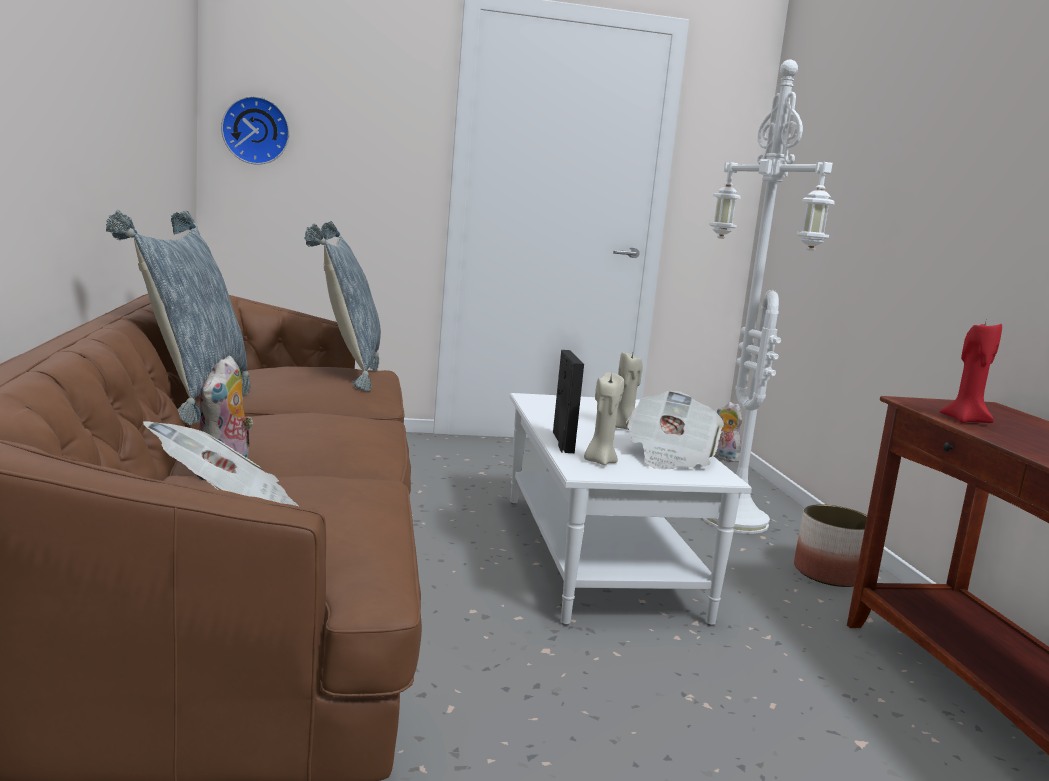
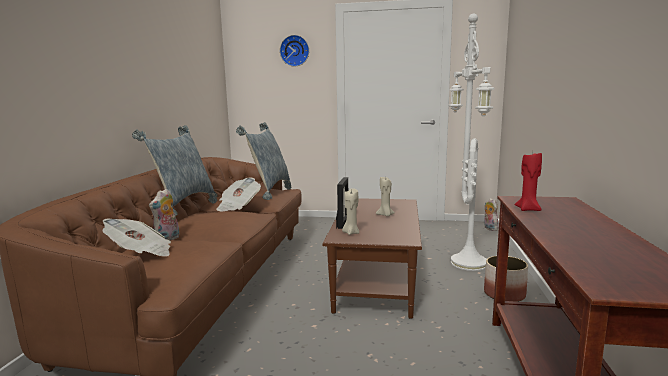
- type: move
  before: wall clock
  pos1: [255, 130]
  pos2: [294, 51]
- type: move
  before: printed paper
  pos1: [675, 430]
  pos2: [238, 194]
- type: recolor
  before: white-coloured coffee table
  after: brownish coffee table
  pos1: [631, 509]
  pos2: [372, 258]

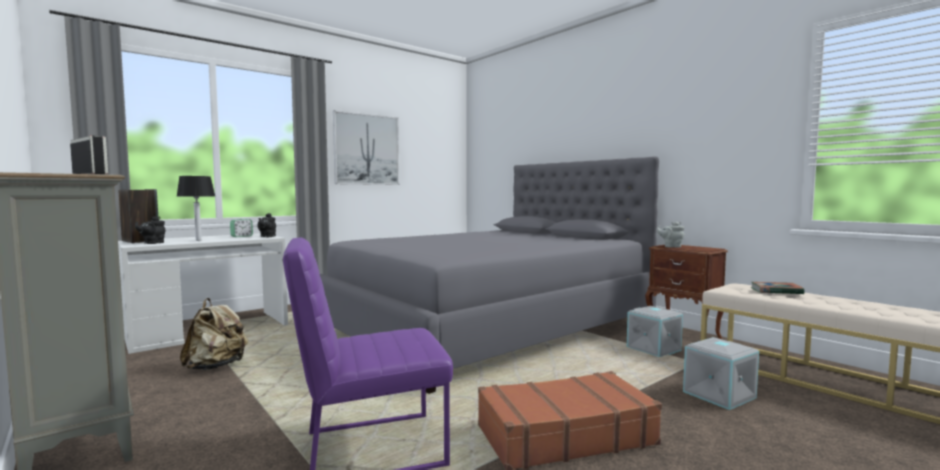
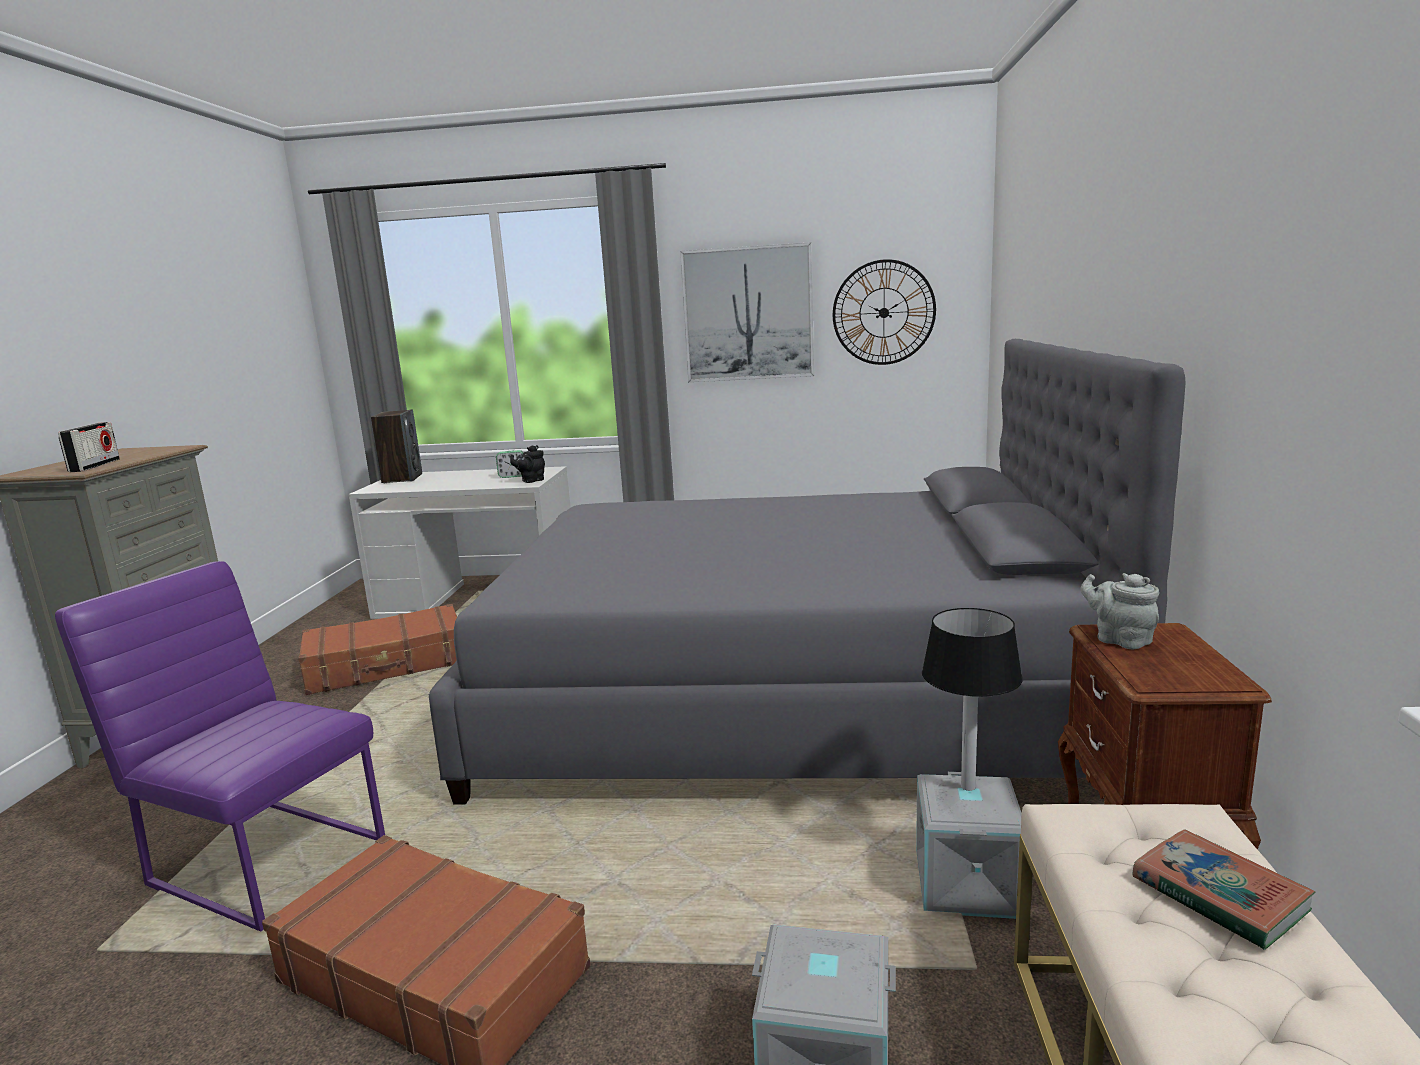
- type: delete
  before: black teapot
  pos1: [150, 230]
- type: insert
  after: wall clock
  pos2: [884, 312]
- type: move
  before: table lamp
  pos1: [196, 208]
  pos2: [972, 699]
- type: replace
  before: beige knapsack
  after: brownish travel case
  pos1: [214, 334]
  pos2: [377, 649]

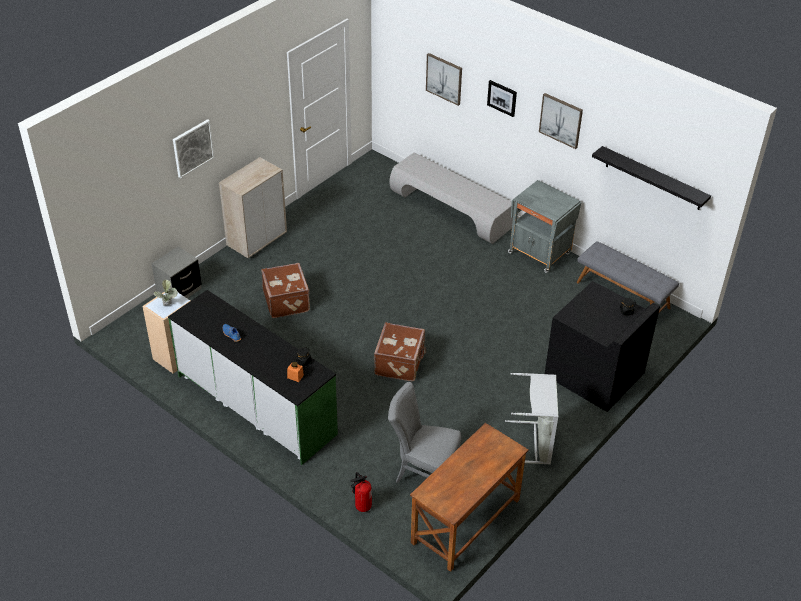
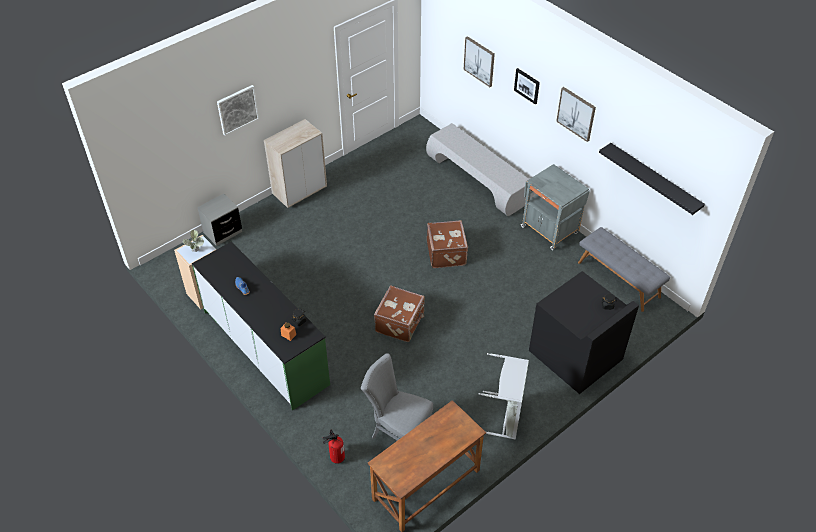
- type: move
  before: brownish travel case
  pos1: [285, 290]
  pos2: [448, 244]

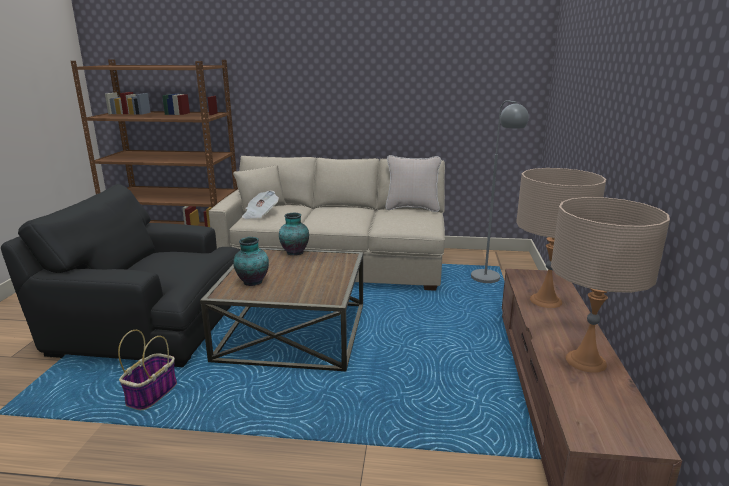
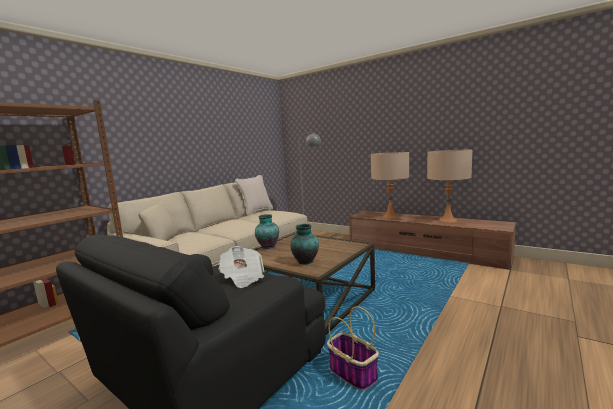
- type: move
  before: printed paper
  pos1: [260, 204]
  pos2: [241, 267]

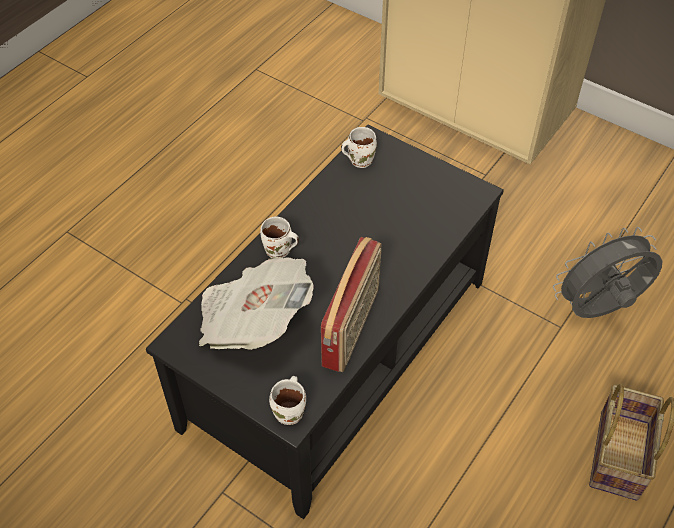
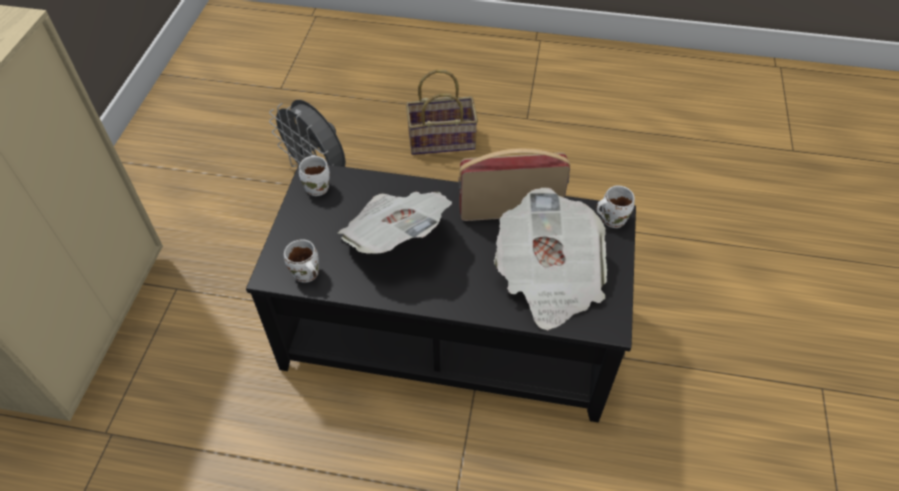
- type: insert
  after: printed paper
  pos2: [395, 223]
- type: move
  before: white-coloured coffee mug
  pos1: [279, 237]
  pos2: [314, 175]

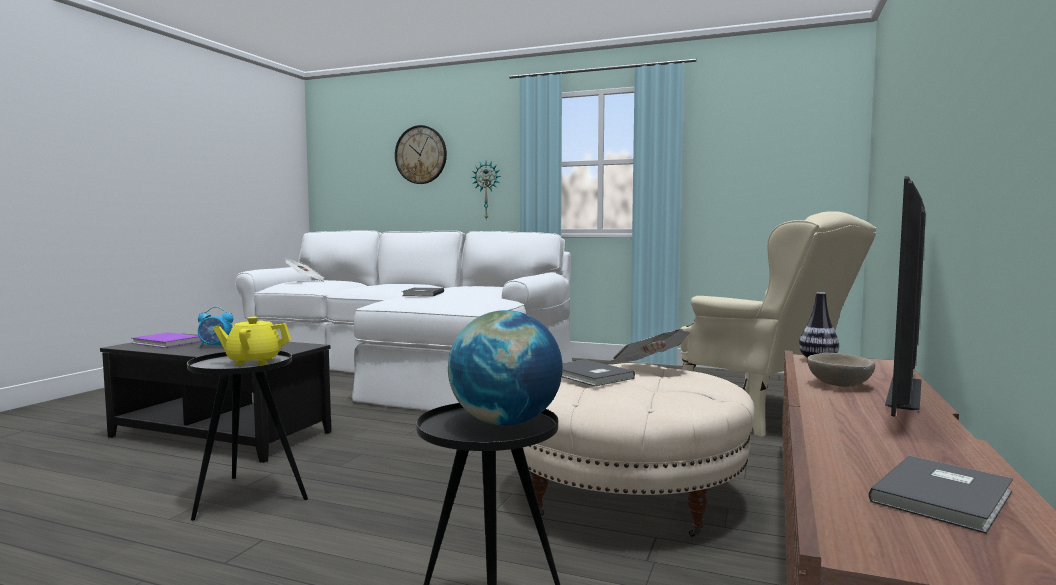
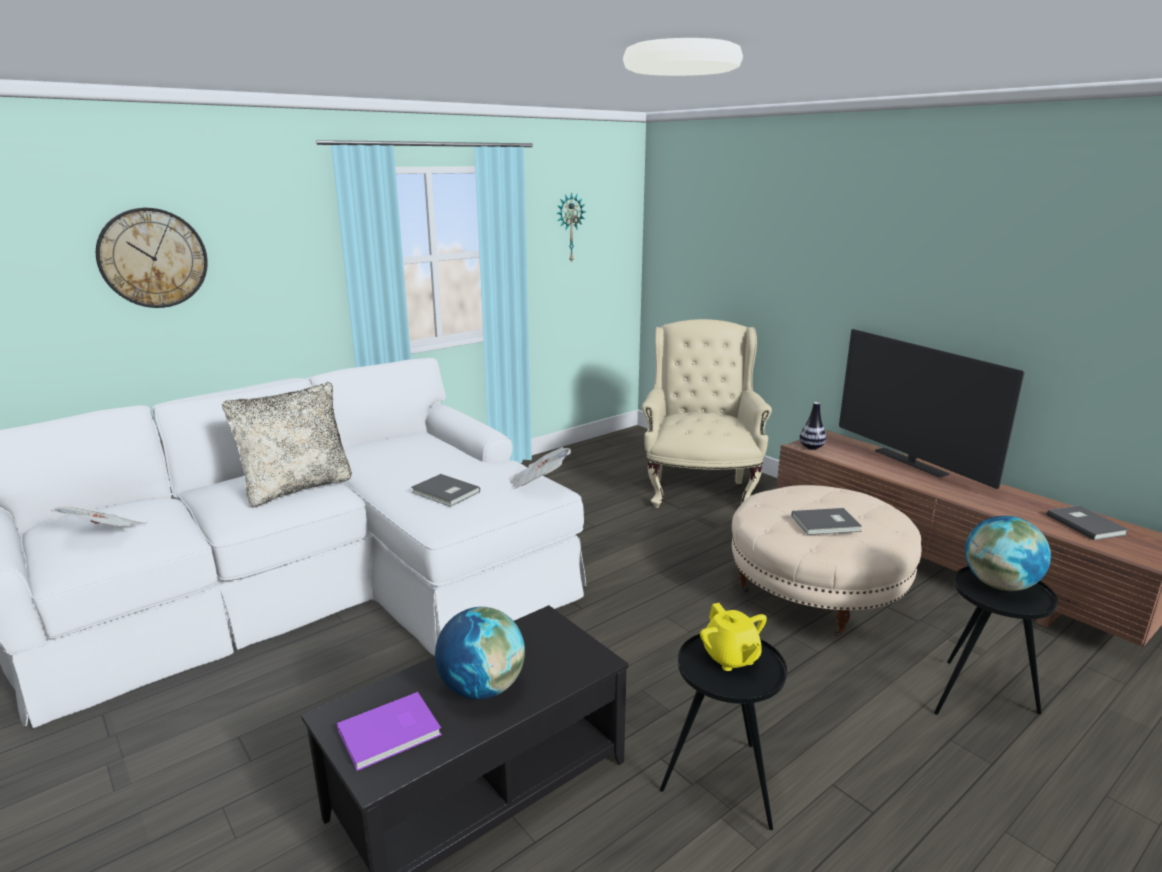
- type: delete
  before: beige deep dish
  pos1: [841, 370]
- type: insert
  after: beige throw pillow
  pos2: [287, 444]
- type: move
  before: wall clock
  pos1: [486, 190]
  pos2: [571, 227]
- type: move
  before: printed paper
  pos1: [650, 345]
  pos2: [540, 468]
- type: replace
  before: bedside clock
  after: world globe
  pos1: [215, 327]
  pos2: [480, 653]
- type: rotate
  before: yellow teapot
  pos1: [252, 341]
  pos2: [733, 637]
  turn: -45
- type: rotate
  before: beige easy chair
  pos1: [778, 324]
  pos2: [707, 413]
  turn: -75

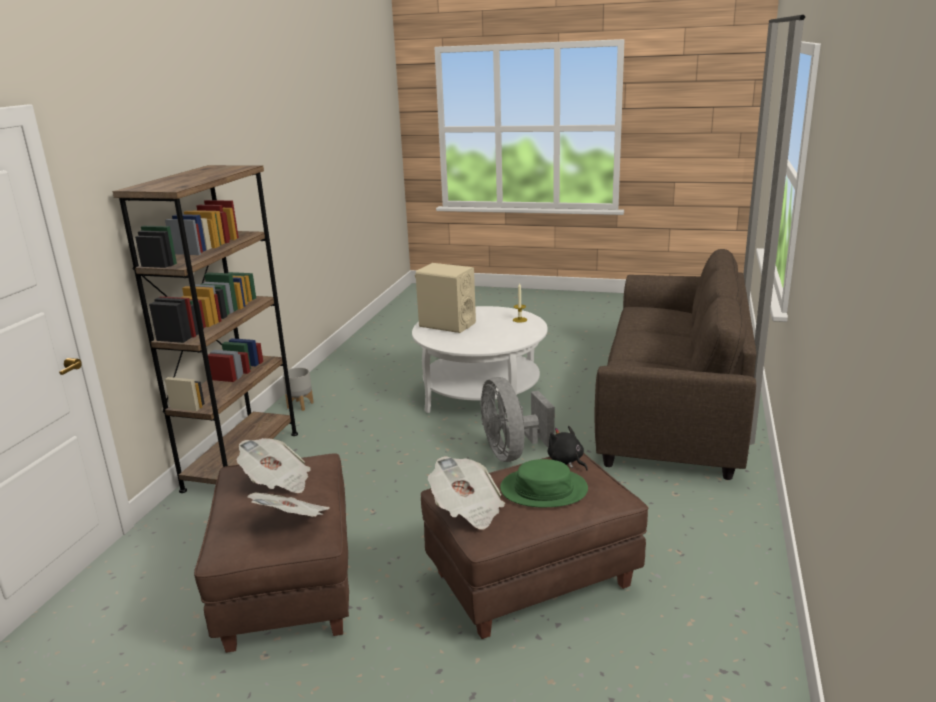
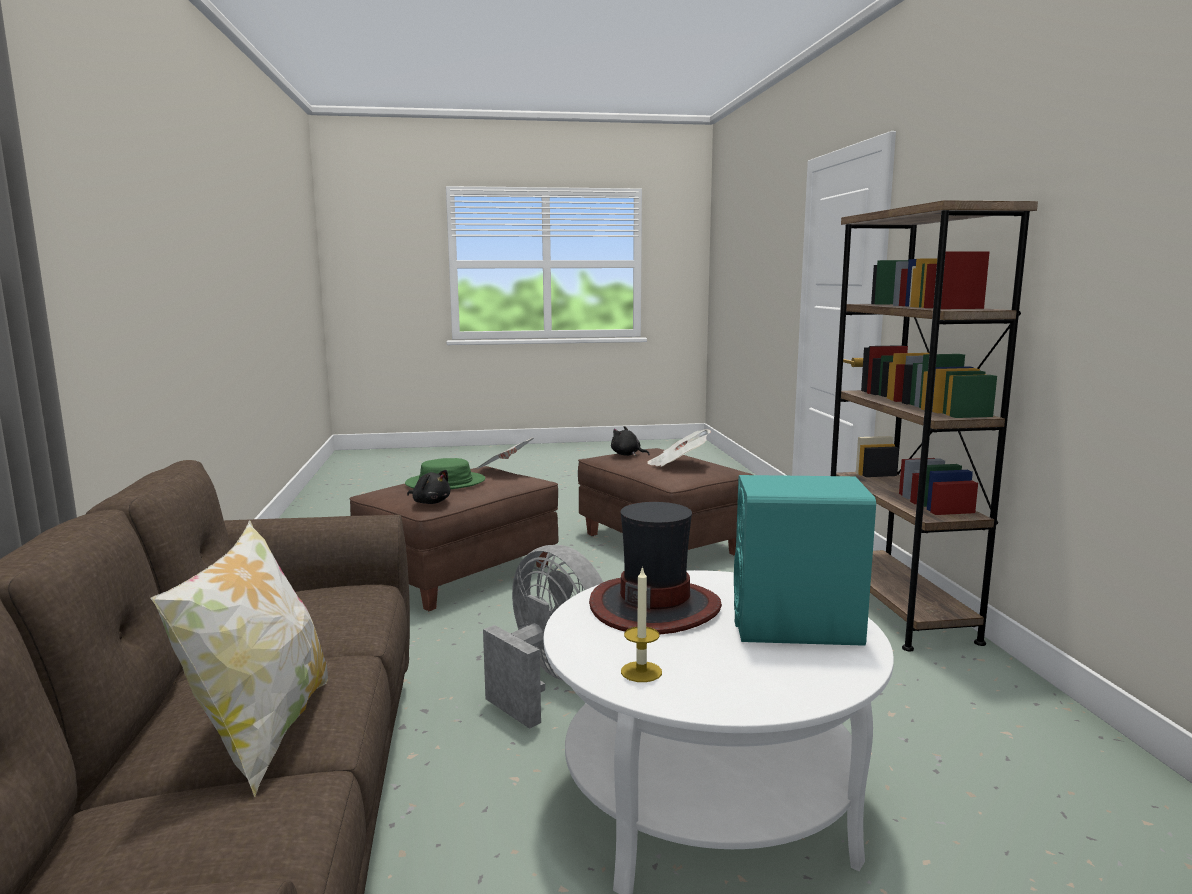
- type: delete
  before: grey flower pot
  pos1: [298, 389]
- type: insert
  after: throw pillow
  pos2: [239, 658]
- type: insert
  after: clothing hat
  pos2: [655, 568]
- type: replace
  before: printed paper
  after: black cuddly toy
  pos1: [288, 505]
  pos2: [630, 441]
- type: recolor
  before: beige loudspeaker
  after: blue-green loudspeaker
  pos1: [445, 298]
  pos2: [805, 560]

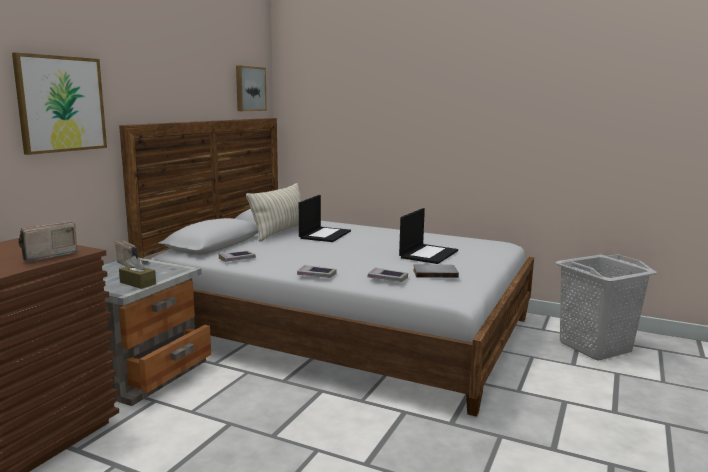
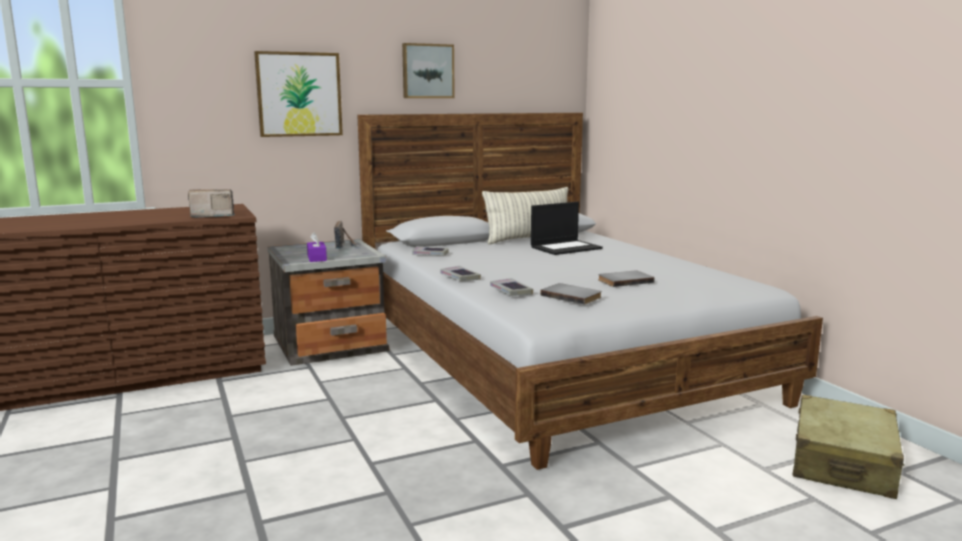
- type: move
  before: picture
  pos1: [251, 88]
  pos2: [428, 70]
- type: replace
  before: laptop
  after: grey bound book
  pos1: [428, 236]
  pos2: [626, 279]
- type: replace
  before: grey laundry basket
  after: beige travel case
  pos1: [606, 307]
  pos2: [848, 447]
- type: recolor
  before: brownish tissue holder
  after: purplish tissue holder
  pos1: [137, 272]
  pos2: [317, 247]

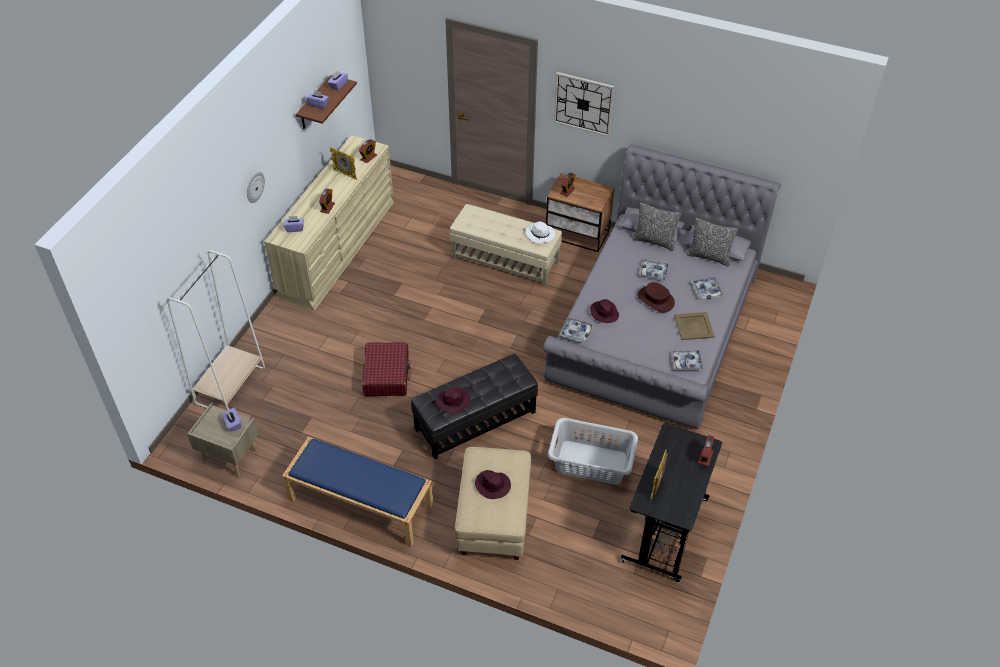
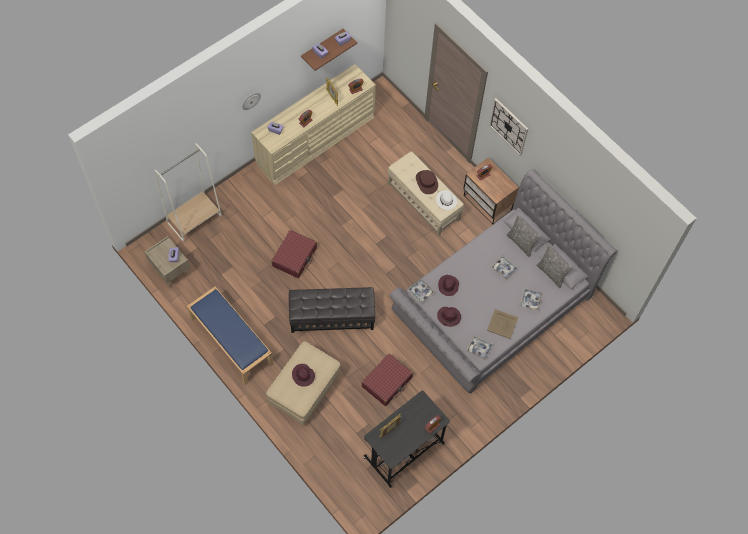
- type: move
  before: purplish clothing hat
  pos1: [453, 400]
  pos2: [449, 317]
- type: move
  before: brownish clothing hat
  pos1: [656, 297]
  pos2: [427, 182]
- type: replace
  before: grey laundry basket
  after: red travel case
  pos1: [593, 451]
  pos2: [387, 380]

